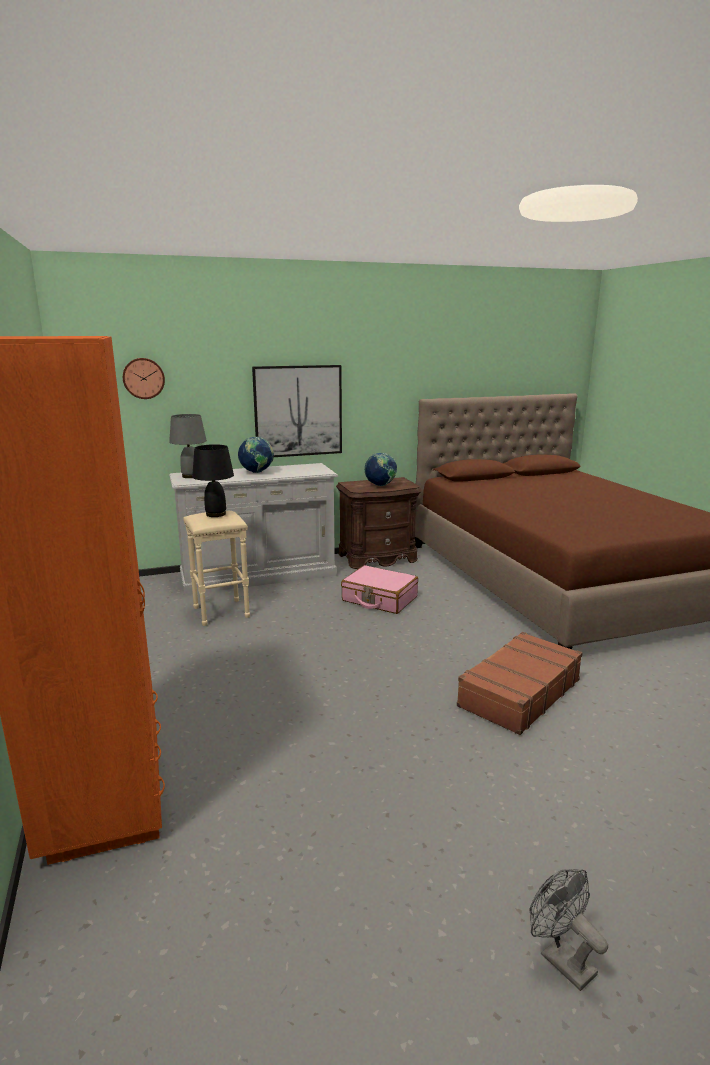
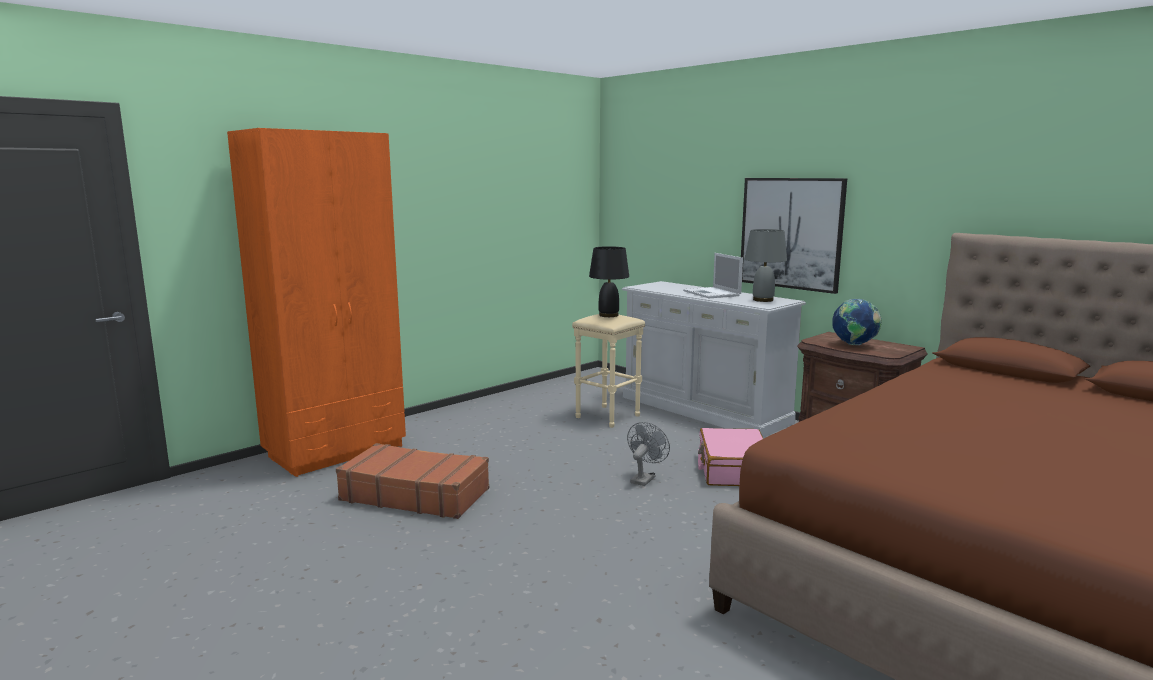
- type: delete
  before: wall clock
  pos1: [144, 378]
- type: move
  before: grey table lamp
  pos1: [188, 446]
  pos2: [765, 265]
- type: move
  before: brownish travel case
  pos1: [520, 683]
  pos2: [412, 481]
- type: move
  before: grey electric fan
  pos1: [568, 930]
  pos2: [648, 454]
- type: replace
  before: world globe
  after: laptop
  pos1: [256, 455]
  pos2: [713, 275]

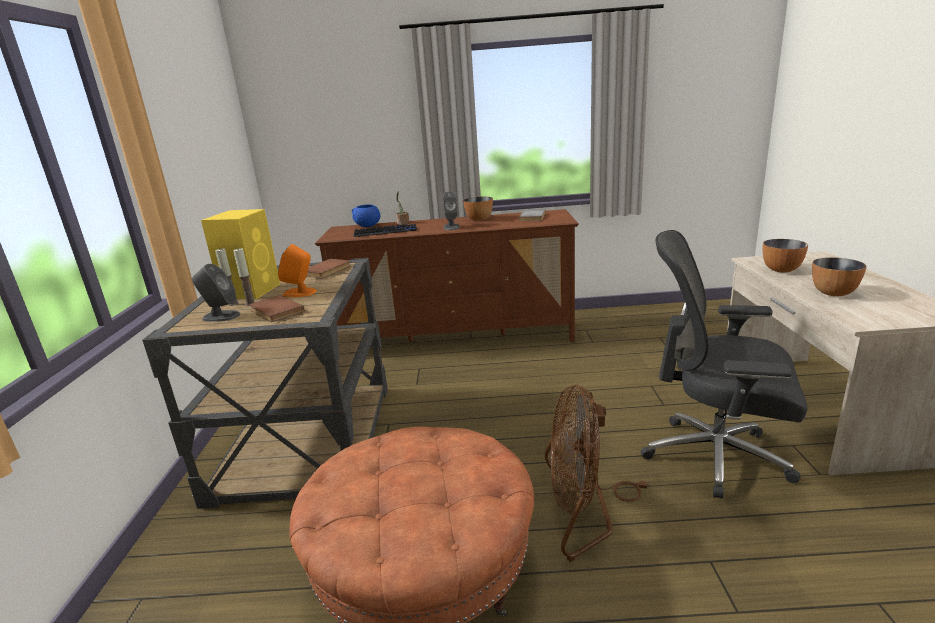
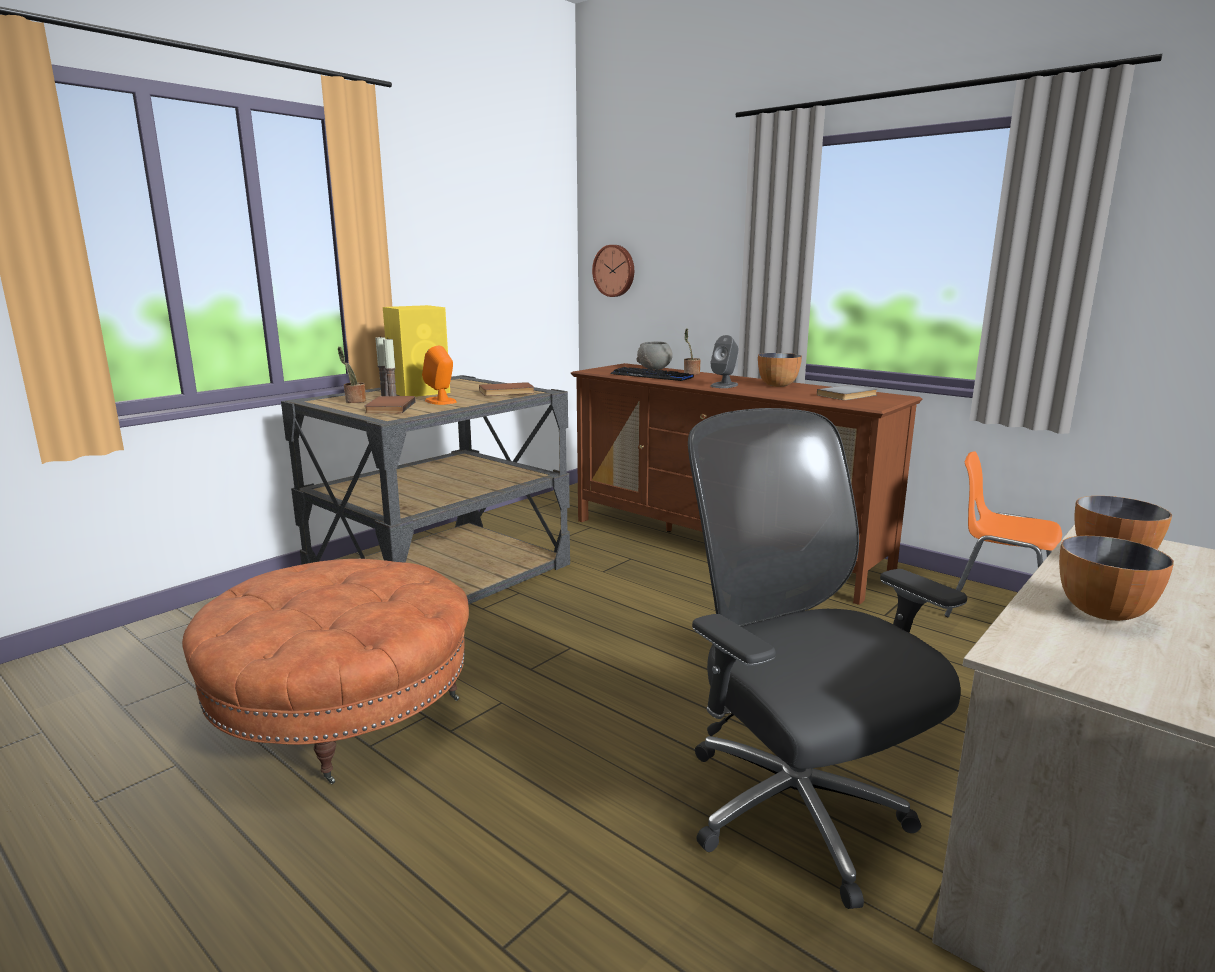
- type: delete
  before: brownish electric fan
  pos1: [597, 473]
- type: insert
  after: wall clock
  pos2: [613, 271]
- type: insert
  after: orange-coloured chair
  pos2: [1003, 534]
- type: replace
  before: grey loudspeaker
  after: houseplant
  pos1: [216, 293]
  pos2: [352, 375]
- type: recolor
  before: bluish deep dish
  after: grey deep dish
  pos1: [366, 215]
  pos2: [654, 355]

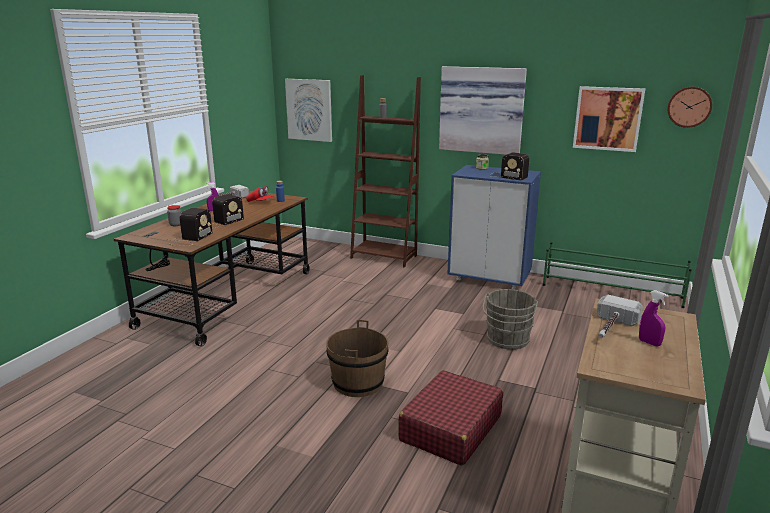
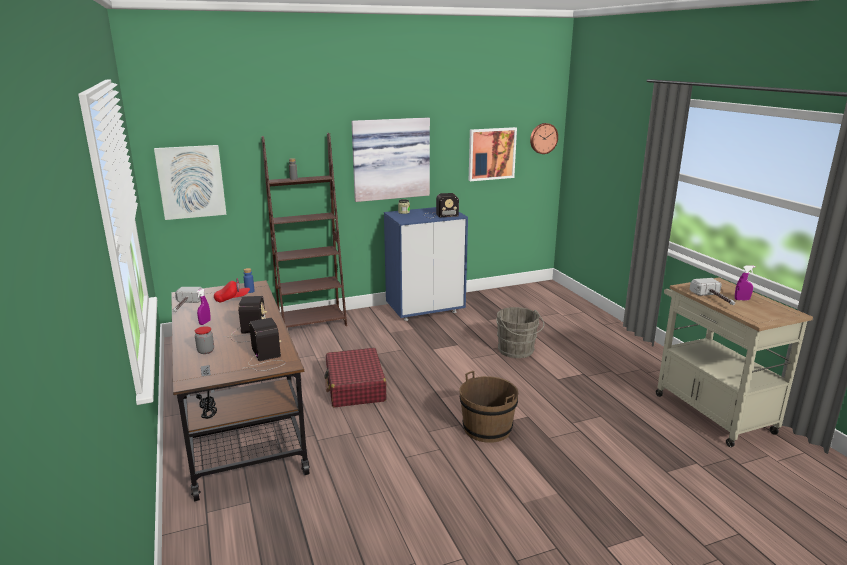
- type: delete
  before: green-coloured shoe rack
  pos1: [617, 275]
- type: move
  before: red travel case
  pos1: [450, 418]
  pos2: [355, 377]

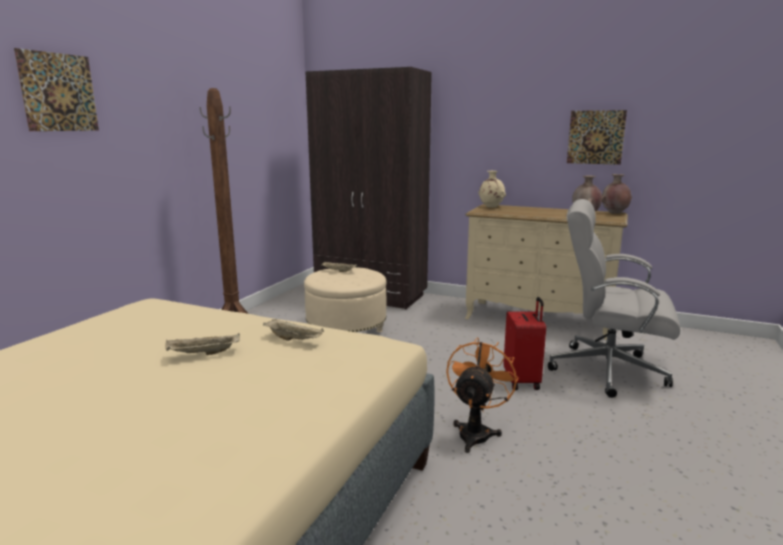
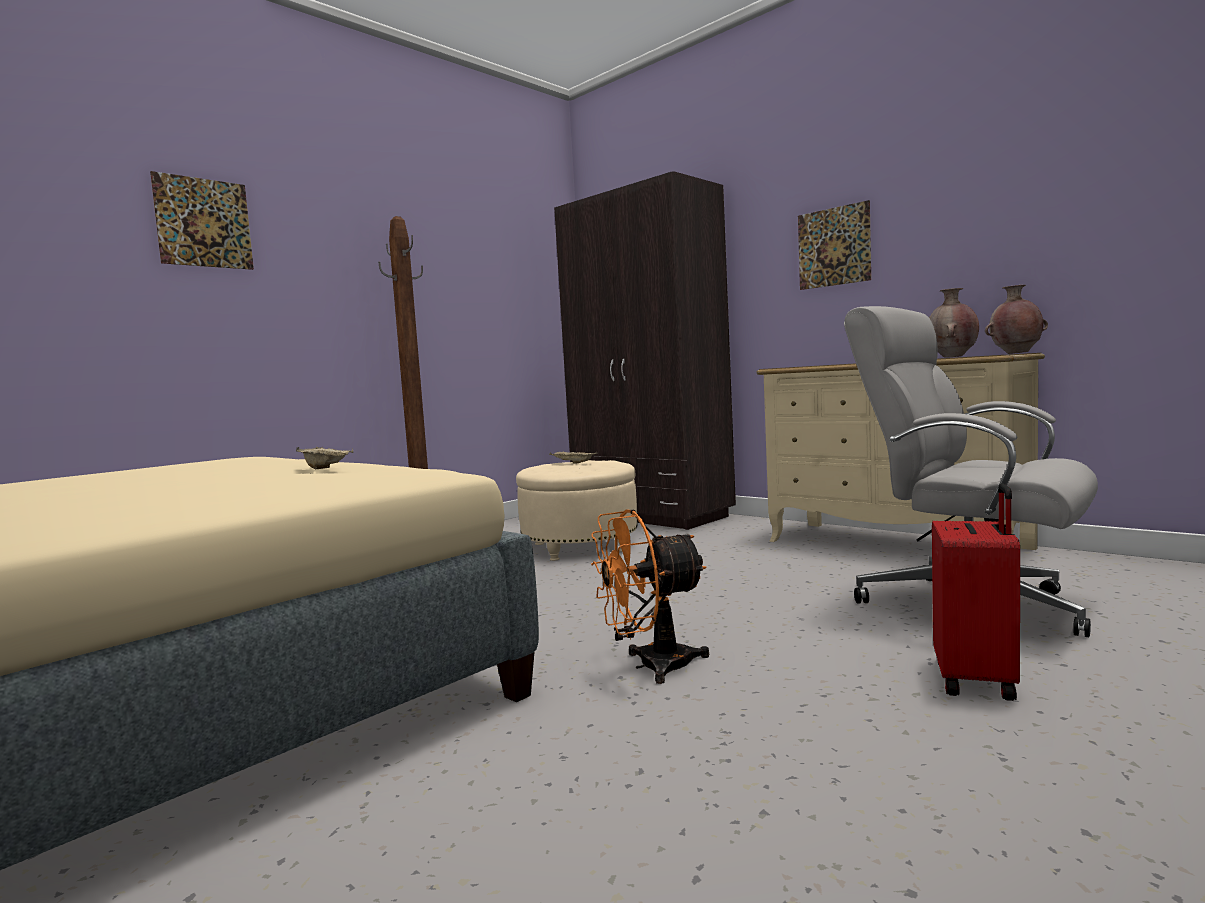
- type: delete
  before: beige carrying tray
  pos1: [202, 344]
- type: delete
  before: beige vase
  pos1: [492, 189]
- type: move
  before: red travel case
  pos1: [524, 343]
  pos2: [976, 592]
- type: move
  before: picture
  pos1: [597, 137]
  pos2: [834, 245]
- type: rotate
  before: orange-coloured electric fan
  pos1: [482, 395]
  pos2: [650, 596]
  turn: -150

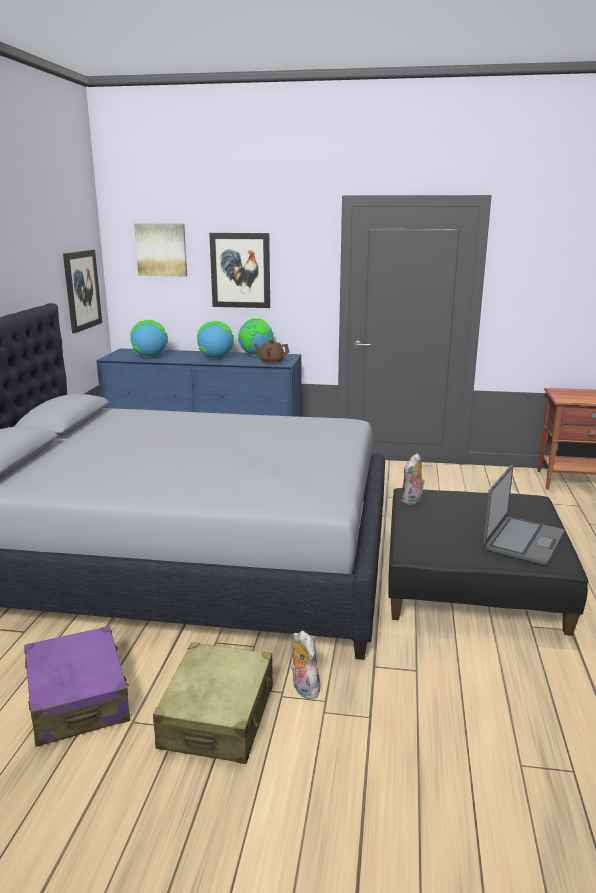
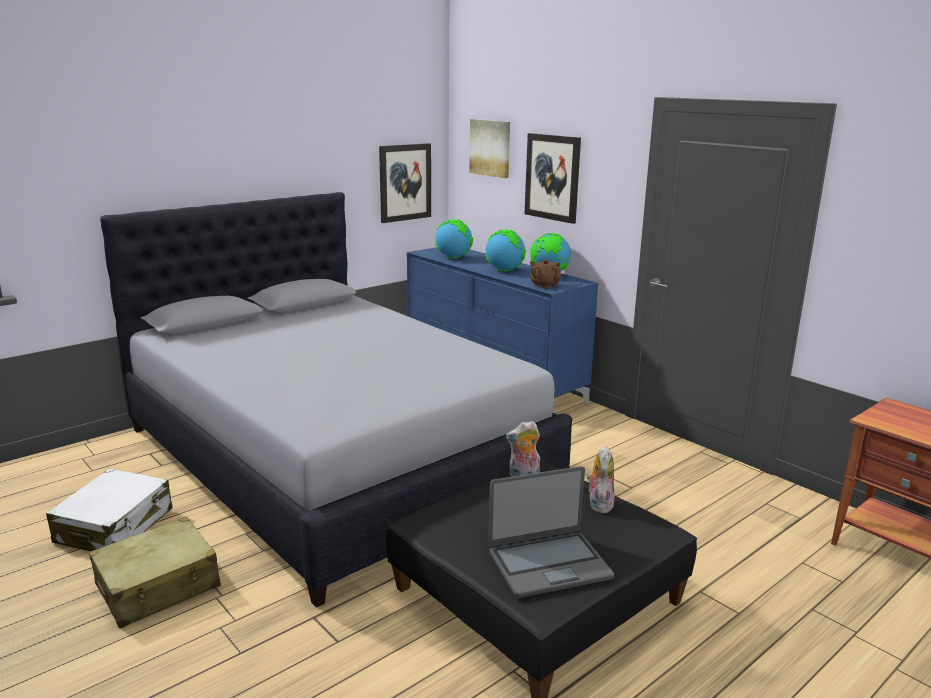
- type: move
  before: cuddly toy
  pos1: [306, 665]
  pos2: [601, 479]
- type: recolor
  before: purplish travel case
  after: white-coloured travel case
  pos1: [77, 686]
  pos2: [109, 509]

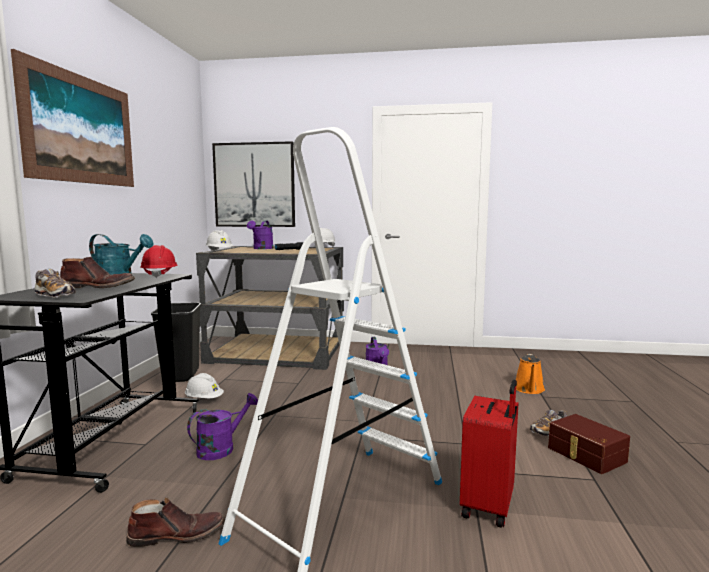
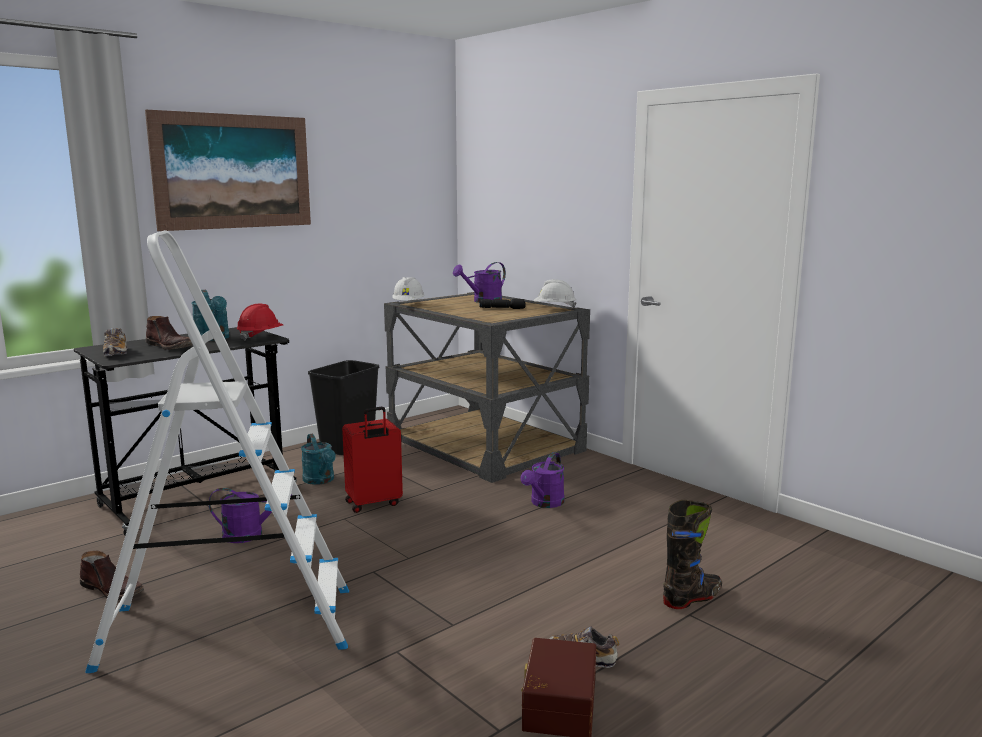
- type: delete
  before: picture
  pos1: [253, 184]
- type: move
  before: red travel case
  pos1: [489, 454]
  pos2: [372, 460]
- type: replace
  before: white-coloured hard hat
  after: blue-green watering can
  pos1: [204, 385]
  pos2: [318, 459]
- type: replace
  before: orange-coloured watering can
  after: black tall boot
  pos1: [530, 374]
  pos2: [692, 554]

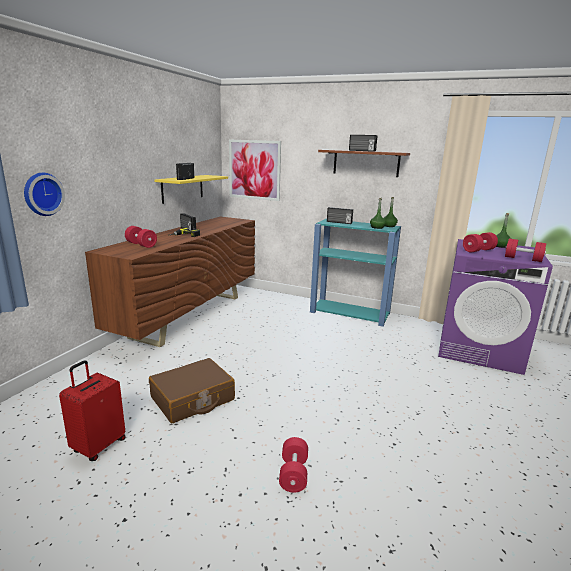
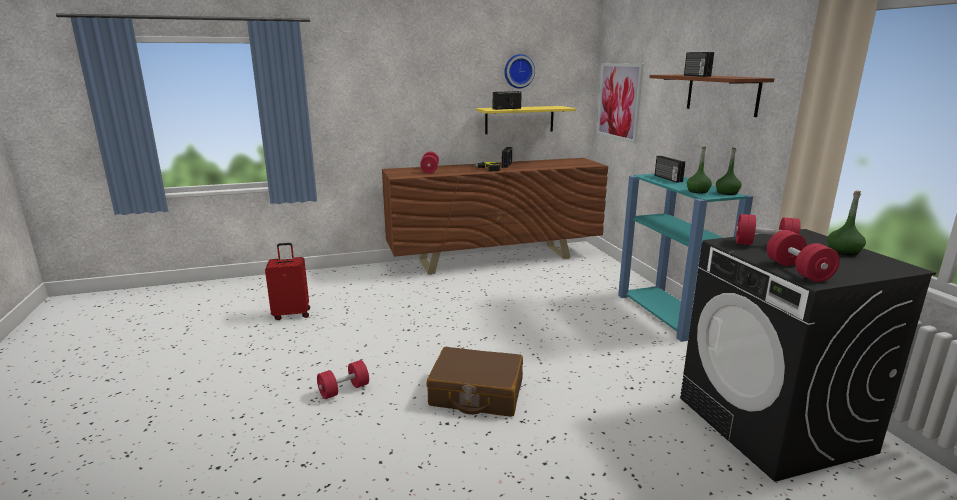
- type: move
  before: wall clock
  pos1: [44, 194]
  pos2: [520, 71]
- type: move
  before: brownish travel case
  pos1: [192, 390]
  pos2: [474, 382]
- type: recolor
  before: purplish washing machine
  after: black washing machine
  pos1: [495, 307]
  pos2: [808, 355]

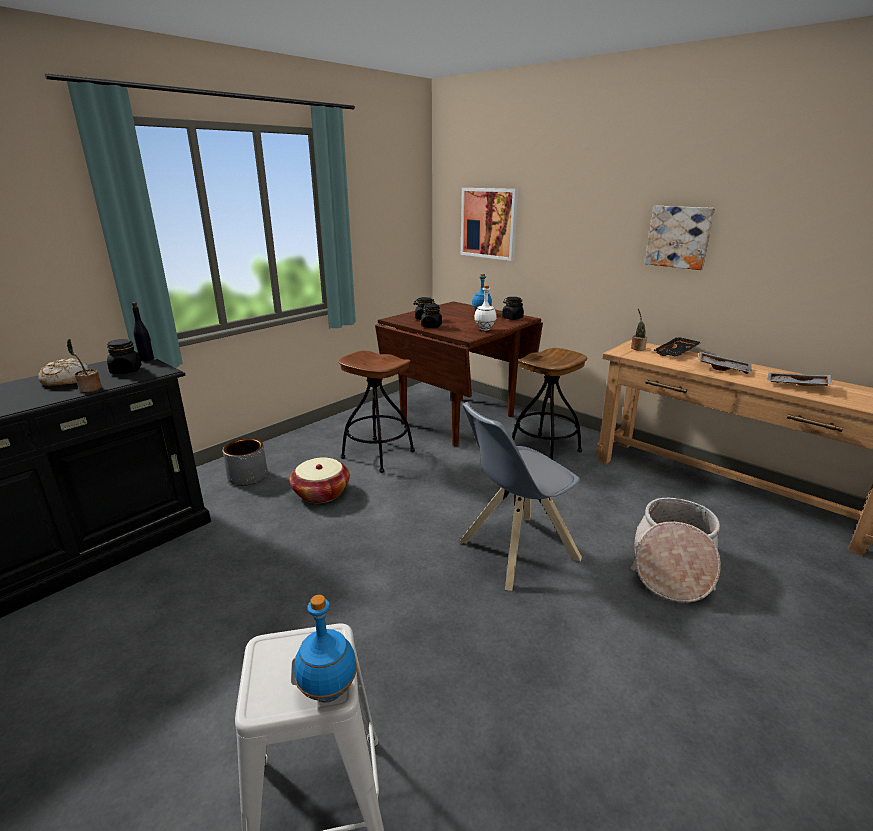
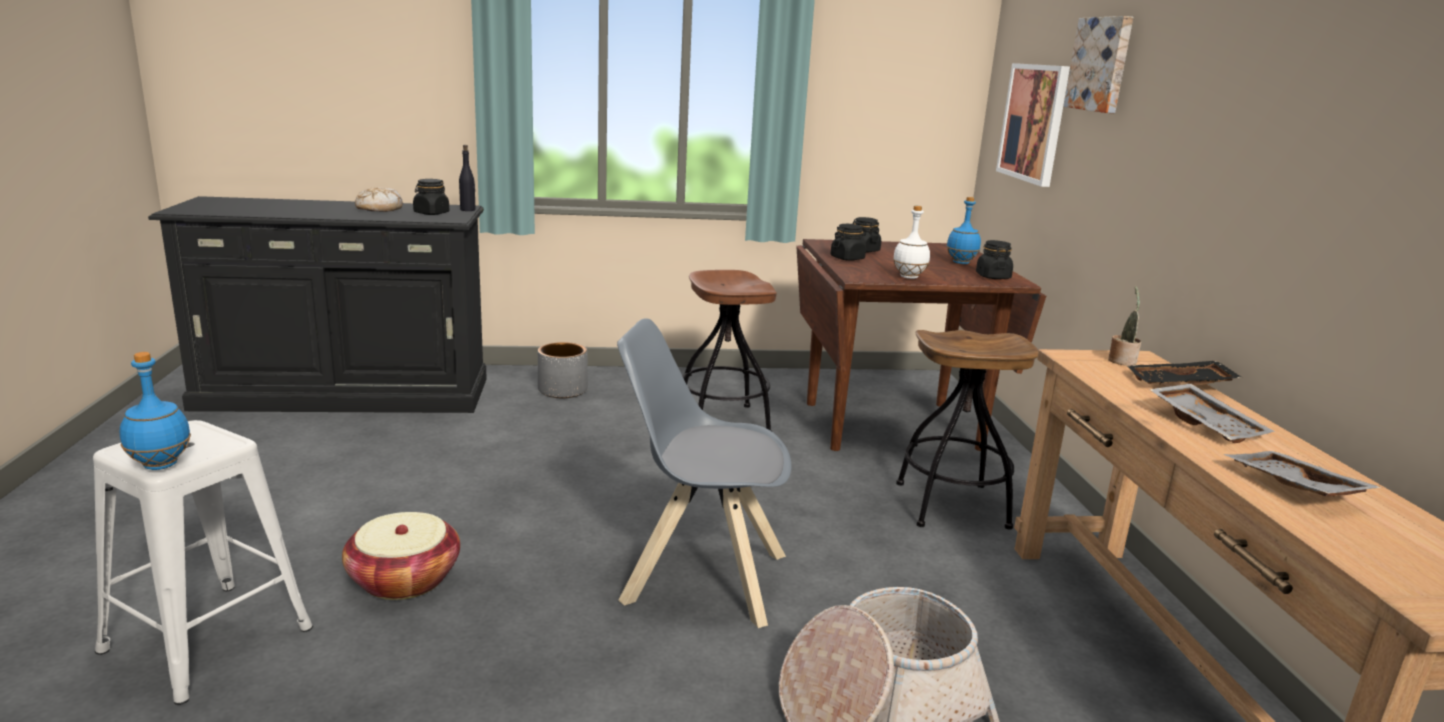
- type: delete
  before: houseplant
  pos1: [84, 365]
- type: move
  before: household basket
  pos1: [319, 480]
  pos2: [401, 556]
- type: move
  before: picture
  pos1: [680, 238]
  pos2: [1098, 64]

